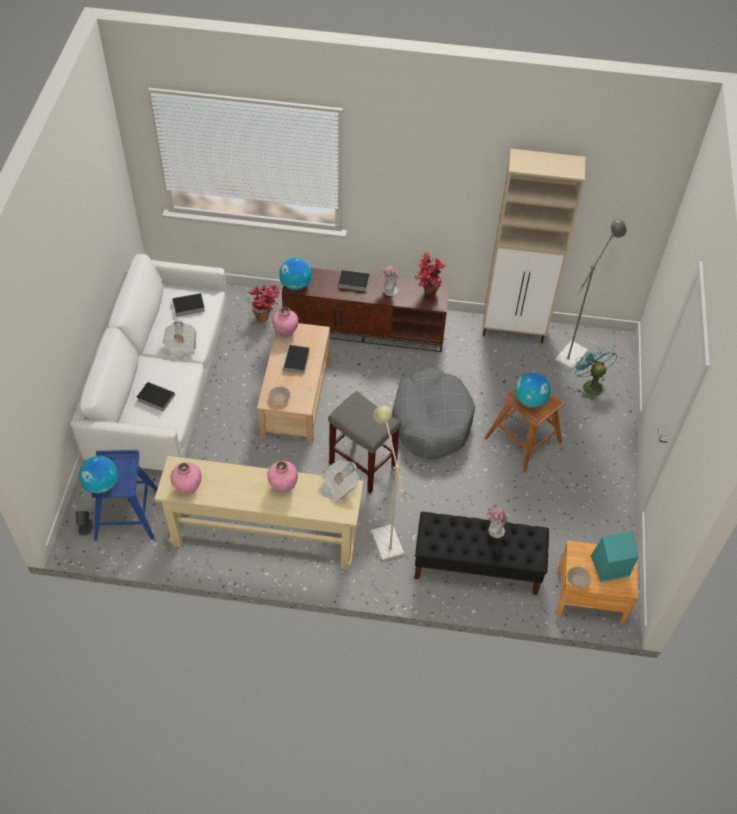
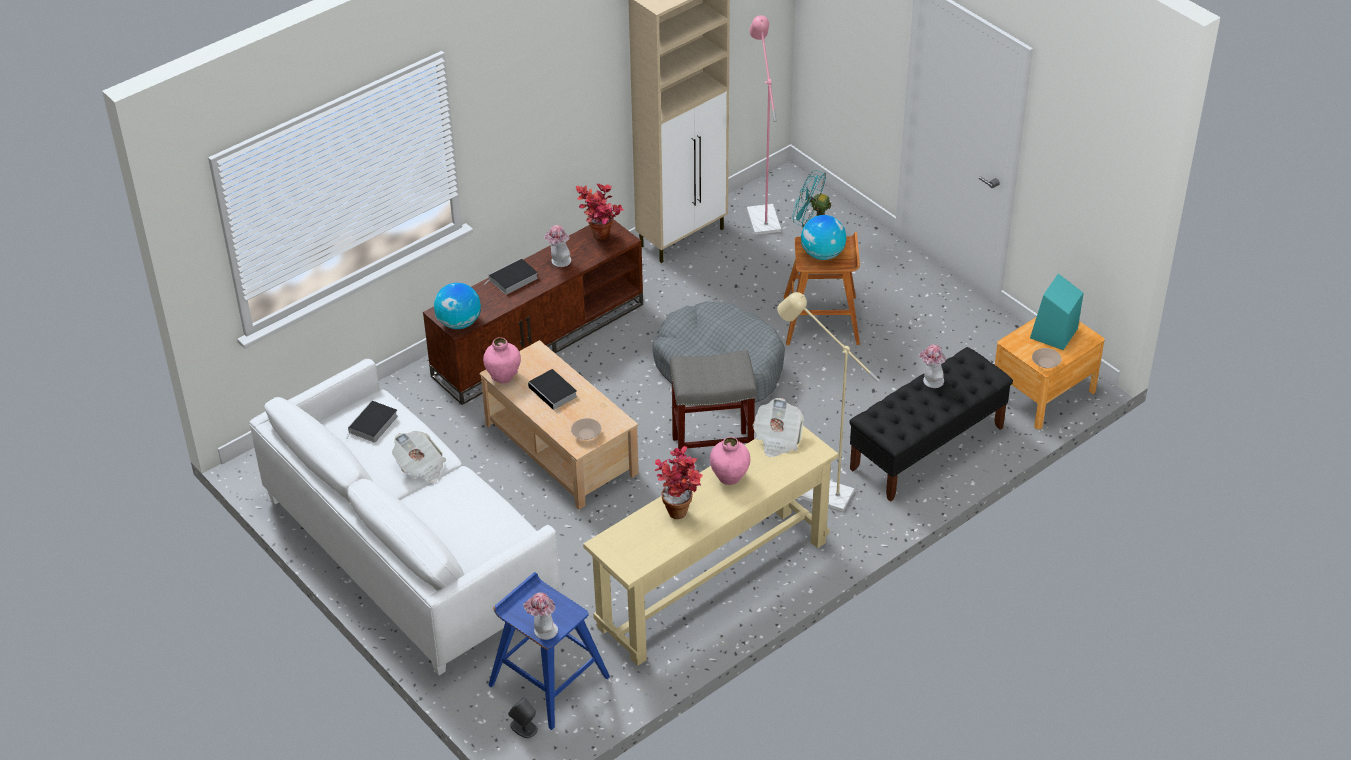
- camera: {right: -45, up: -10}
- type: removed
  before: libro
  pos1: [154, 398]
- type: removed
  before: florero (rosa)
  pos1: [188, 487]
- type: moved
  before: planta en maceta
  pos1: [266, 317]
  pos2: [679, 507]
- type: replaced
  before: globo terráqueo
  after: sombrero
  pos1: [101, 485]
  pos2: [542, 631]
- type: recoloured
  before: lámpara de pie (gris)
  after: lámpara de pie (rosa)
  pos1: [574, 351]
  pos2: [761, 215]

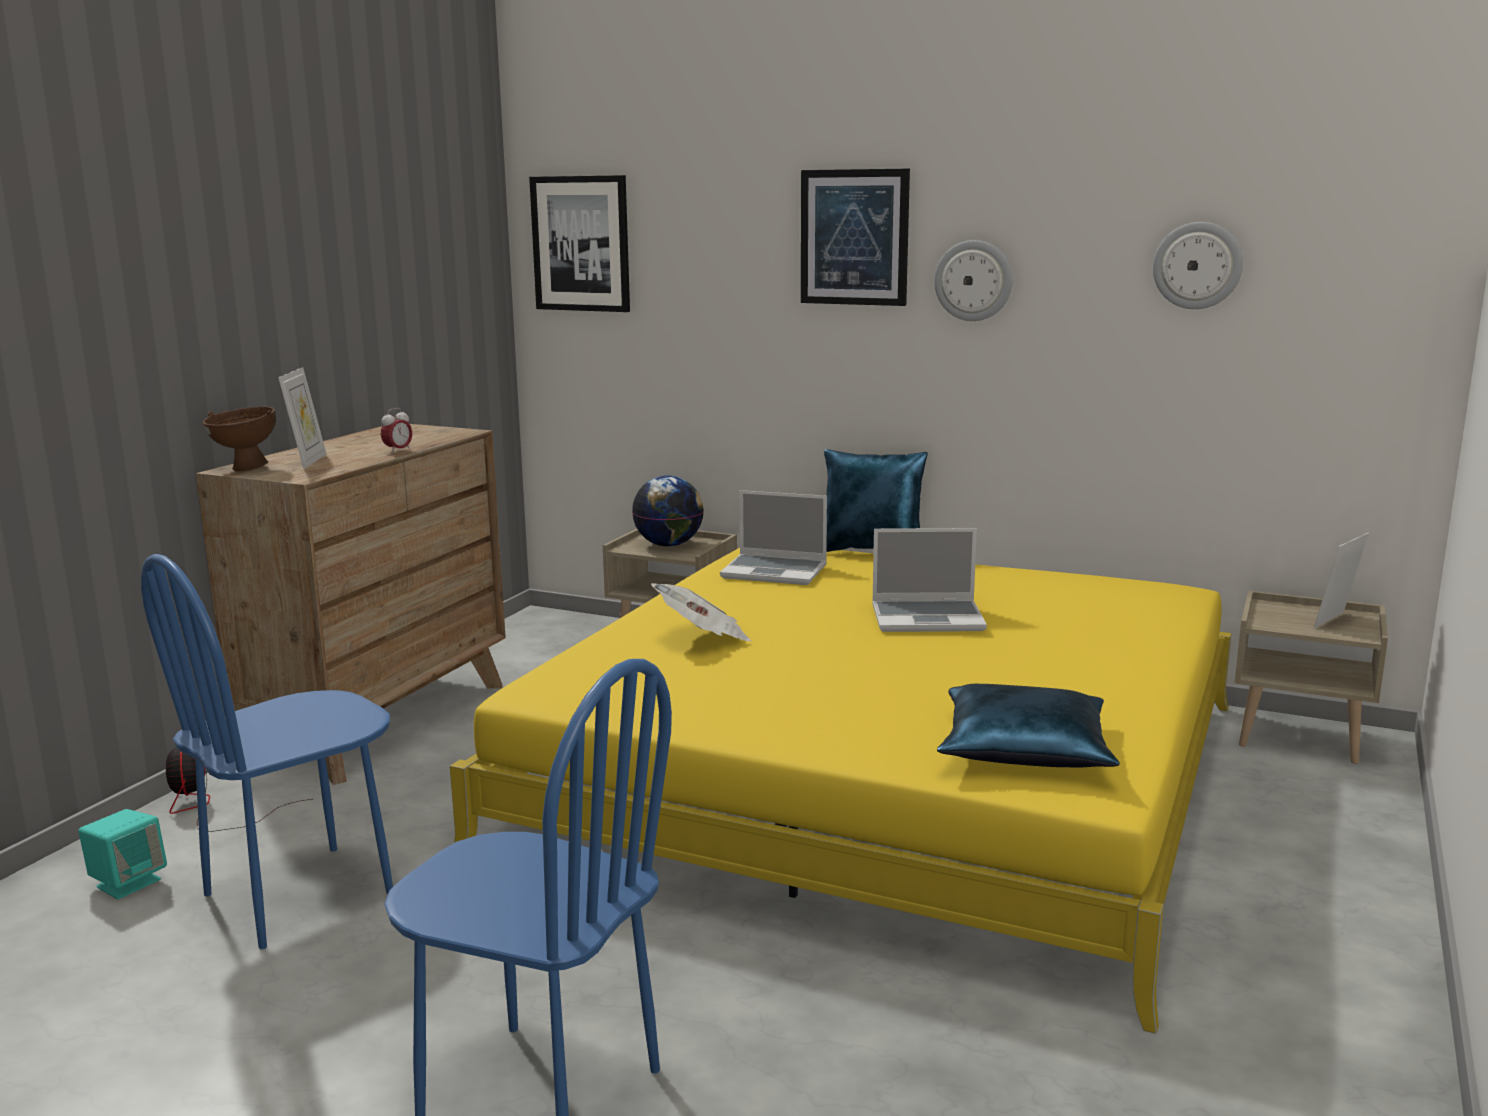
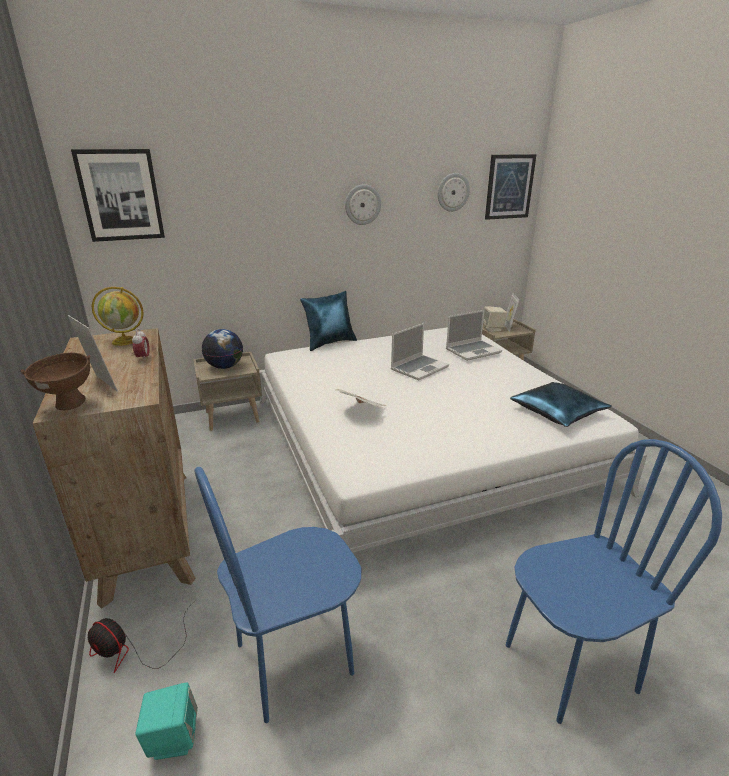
- camera: {right: -45, up: 10}
- type: added
  after: globo terráqueo
  pos2: [125, 341]
- type: added
  after: altavoz (beis)
  pos2: [493, 329]
- type: moved
  before: portátil
  pos1: [776, 572]
  pos2: [473, 351]
- type: moved
  before: cuadro
  pos1: [854, 237]
  pos2: [509, 187]
- type: recoloured
  before: cama (amarillo)
  after: cama (blanco)
  pos1: [885, 775]
  pos2: [420, 442]
- type: turned
  before: silla (azul)
  pos1: [299, 894]
  pos2: [294, 660]
  turn: 60

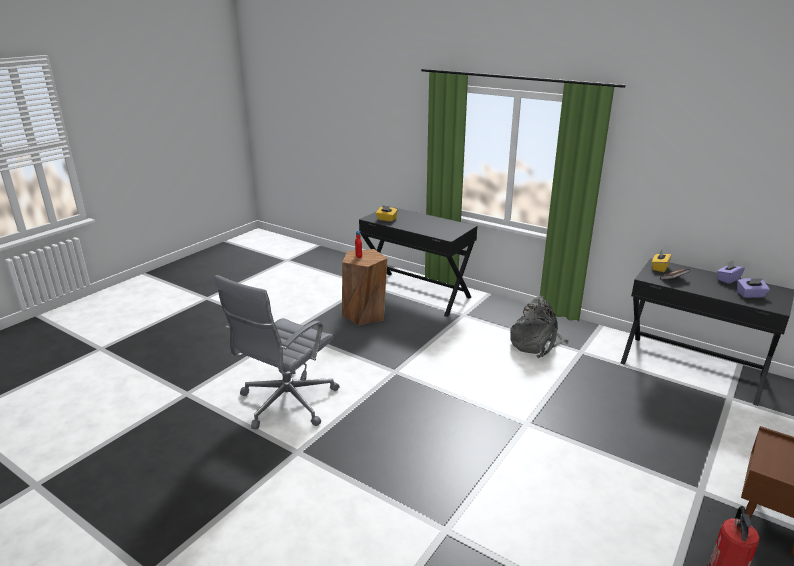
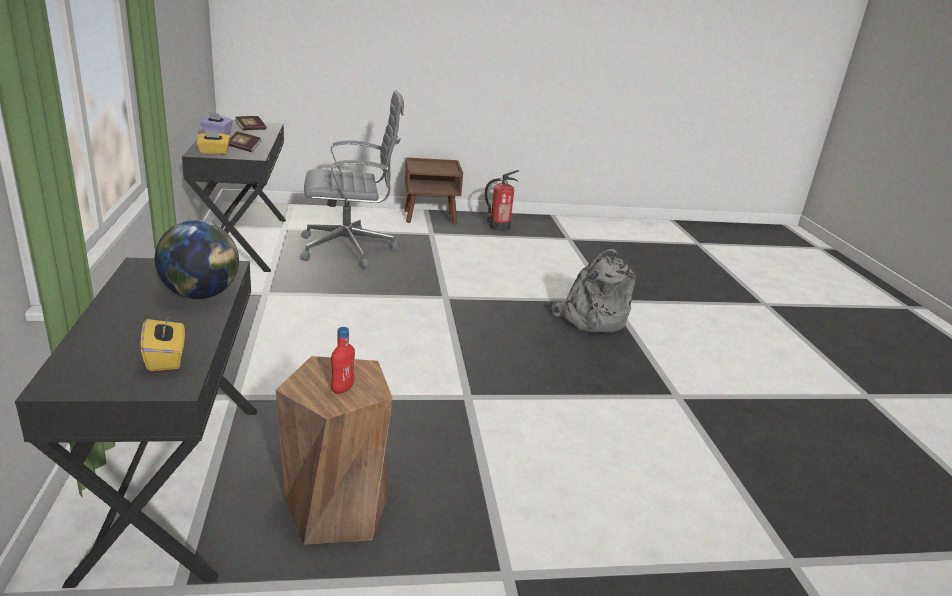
- camera: {right: -135, up: 0}
- type: added
  after: globo terráqueo
  pos2: [201, 295]
- type: moved
  before: silla de oficina (gris)
  pos1: [285, 403]
  pos2: [350, 249]
- type: moved
  before: mochila (gris)
  pos1: [536, 343]
  pos2: [590, 319]
- type: replaced
  before: caja de pañuelos (morado)
  after: libro
  pos1: [750, 295]
  pos2: [250, 129]

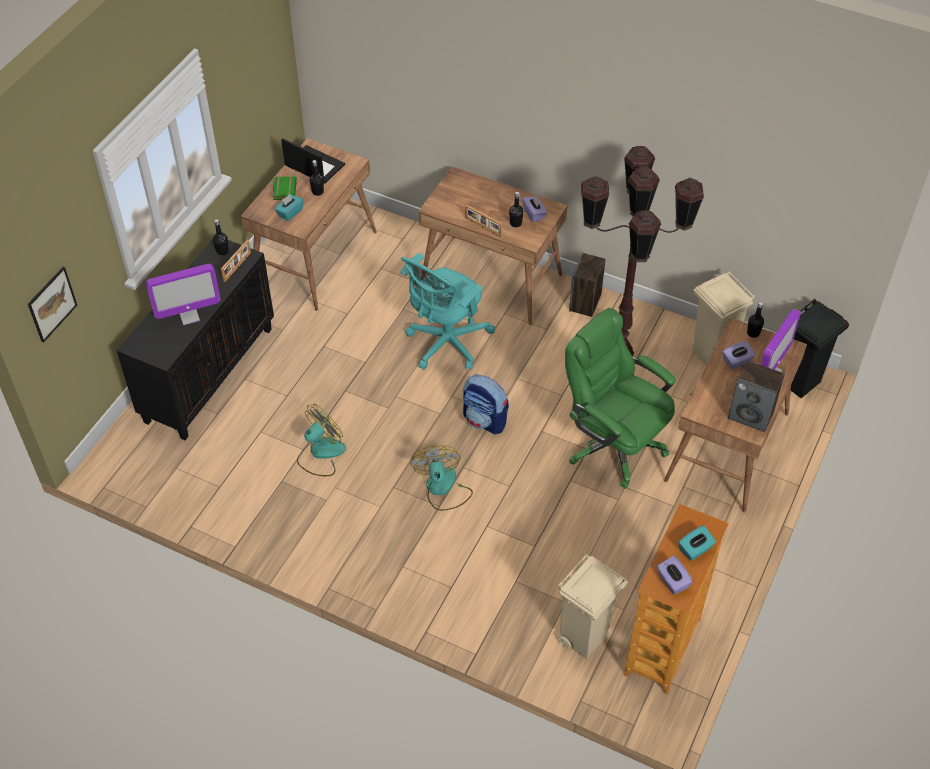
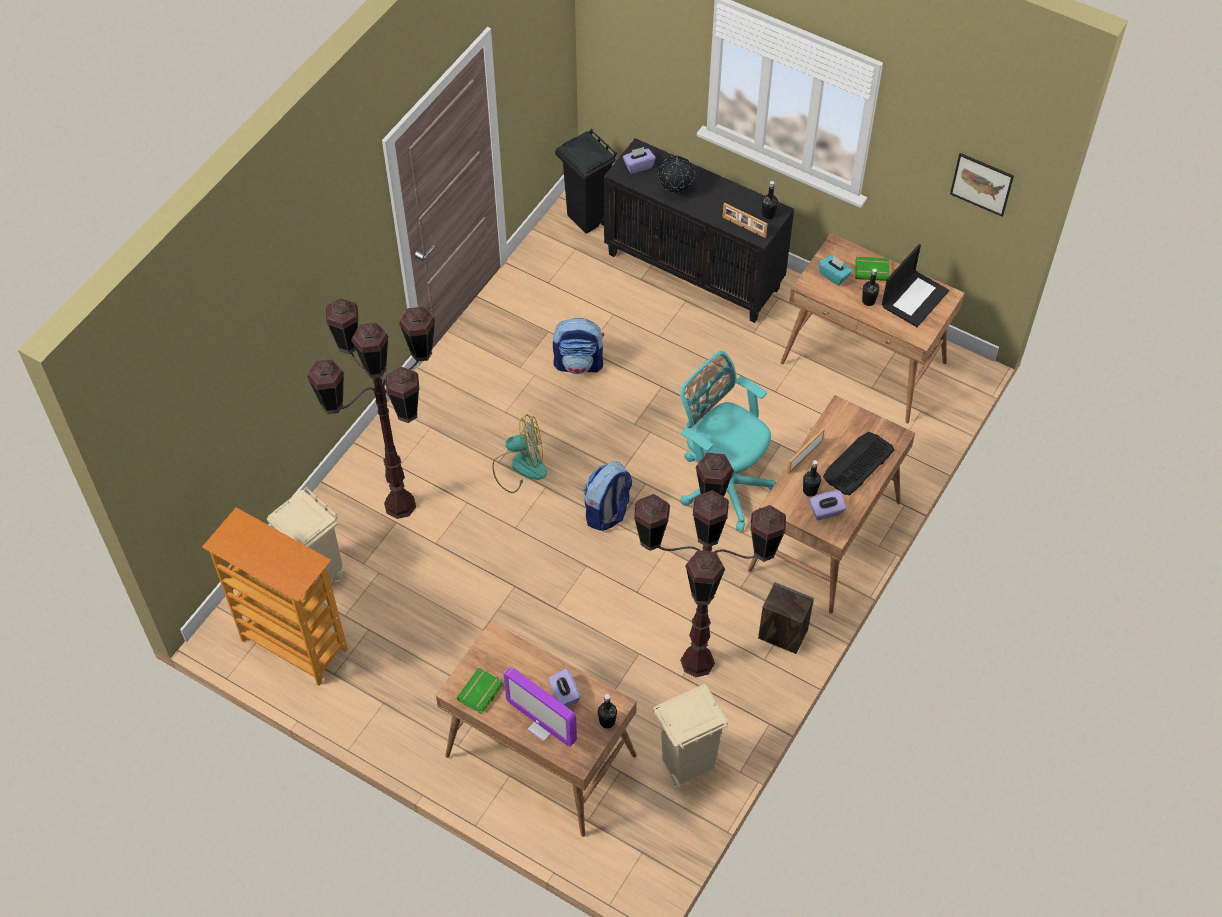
- camera: {right: 95, up: 5}
- type: removed
  before: silla de oficina (verde)
  pos1: [613, 444]
- type: removed
  before: caja de pañuelos (turquesa)
  pos1: [695, 549]
- type: added
  after: lámpara de pie (marrón)
  pos2: [400, 504]
- type: added
  after: teclado
  pos2: [858, 464]
- type: moved
  before: cuadro
  pos1: [52, 304]
  pos2: [982, 184]
- type: moved
  before: caja de pañuelos (morado)
  pos1: [672, 581]
  pos2: [638, 166]
- type: moved
  before: papelera (negro)
  pos1: [800, 382]
  pos2: [588, 218]
- type: replaced
  before: monitor
  after: globo terráqueo
  pos1: [189, 316]
  pos2: [675, 190]
- type: replaced
  before: ventilador
  after: mochila
  pos1: [321, 453]
  pos2: [579, 363]
- type: replaced
  before: altavoz
  after: libro (verde)
  pos1: [751, 415]
  pos2: [480, 693]

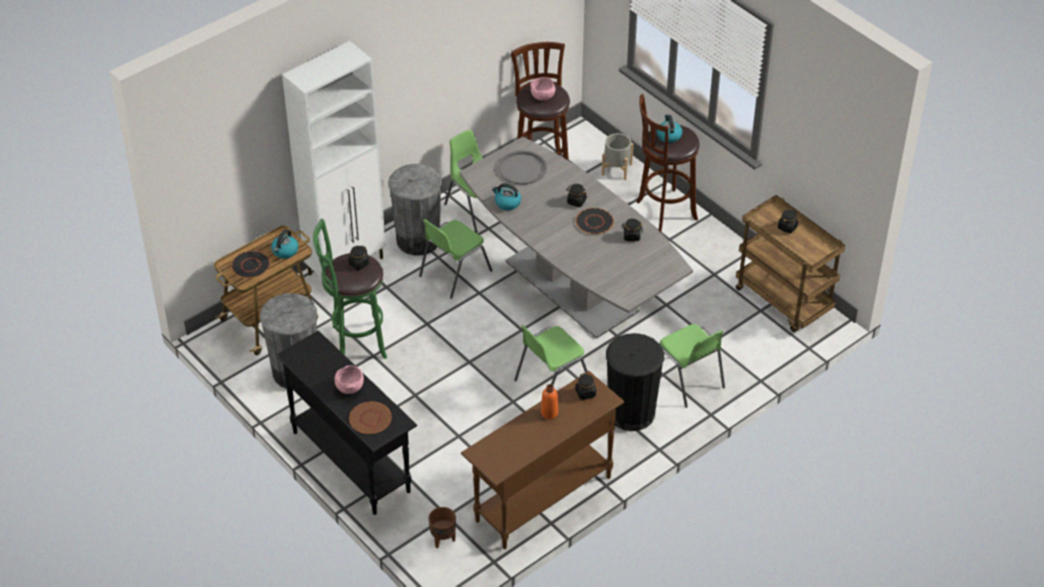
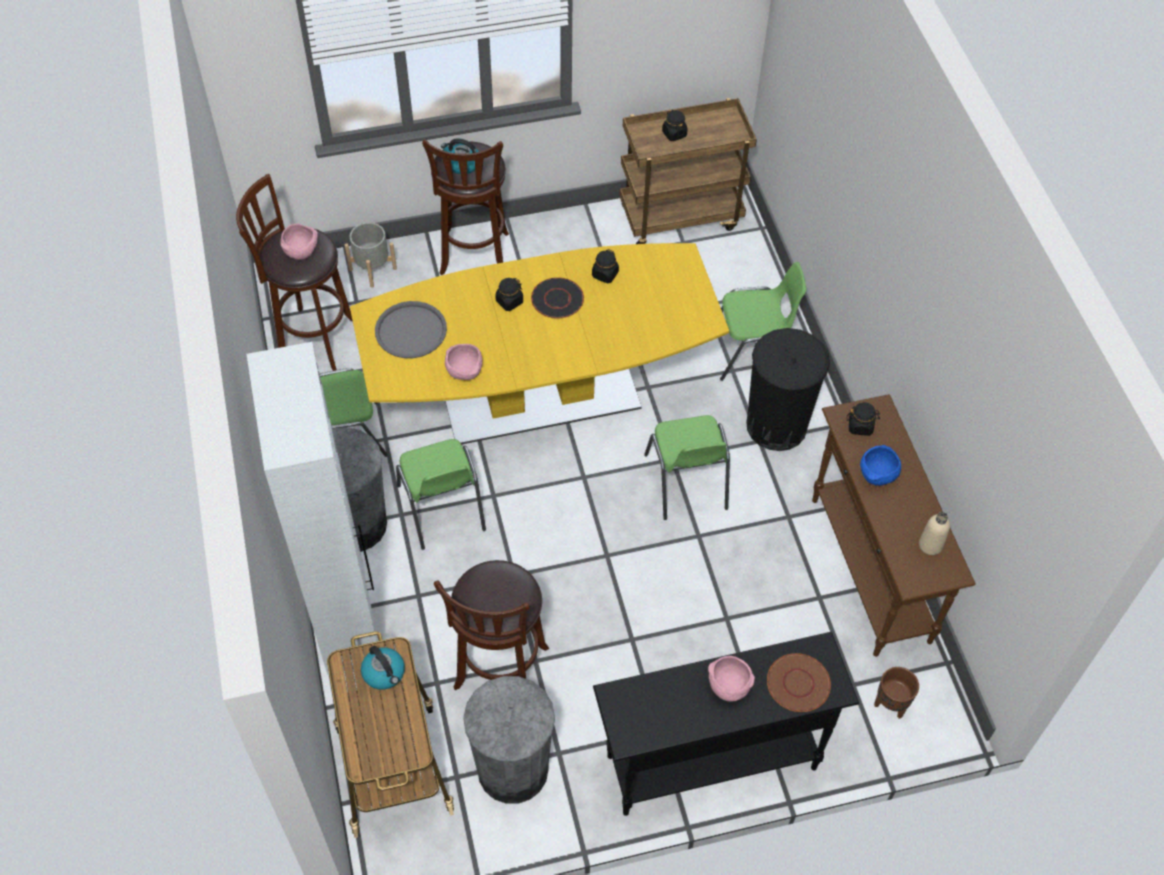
- camera: {right: -65, up: 10}
- type: removed
  before: plato (negro)
  pos1: [250, 265]
- type: removed
  before: tarro (negro)
  pos1: [359, 264]
- type: added
  after: botella (beis)
  pos2: [930, 545]
- type: replaced
  before: hervidor
  after: cuenco (rosa)
  pos1: [507, 203]
  pos2: [465, 372]
- type: replaced
  before: botella (naranja)
  after: cuenco (azul)
  pos1: [549, 413]
  pos2: [877, 476]
- type: recoloured
  before: taburete (verde)
  after: taburete (marrón)
  pos1: [355, 342]
  pos2: [500, 673]
- type: recoloured
  before: mesa de comedor (gris)
  after: mesa de comedor (amarillo)
  pos1: [571, 286]
  pos2: [539, 396]

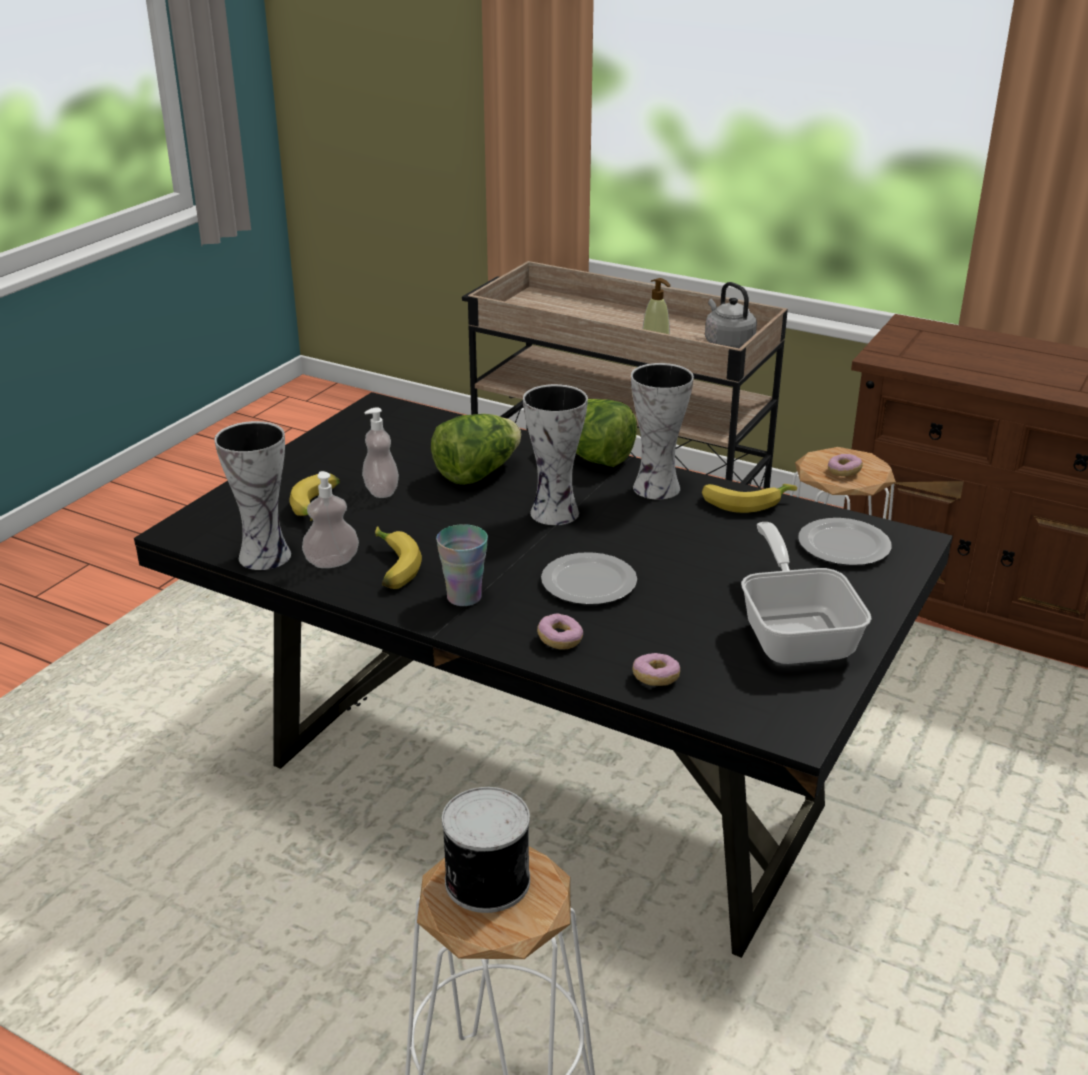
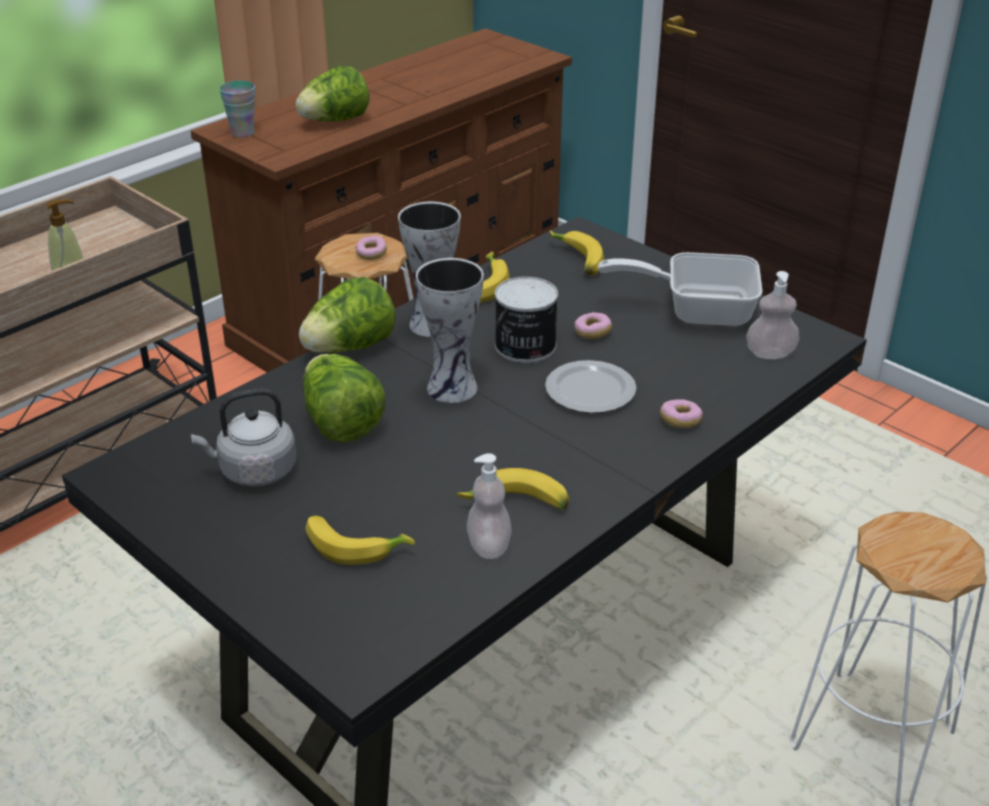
- camera: {right: -75, up: 5}
- type: removed
  before: florero
  pos1: [265, 555]
- type: added
  after: lechuga
  pos2: [335, 121]
- type: moved
  before: dispensador de jabón
  pos1: [381, 491]
  pos2: [770, 353]
- type: moved
  before: taza
  pos1: [464, 597]
  pos2: [242, 133]
- type: moved
  before: lata
  pos1: [485, 880]
  pos2: [524, 347]
- type: moved
  before: rosquilla
  pos1: [655, 678]
  pos2: [592, 333]
- type: moved
  before: hervidor (gris)
  pos1: [727, 343]
  pos2: [254, 471]
- type: replaced
  before: plato
  after: plátano
  pos1: [844, 545]
  pos2: [575, 260]

